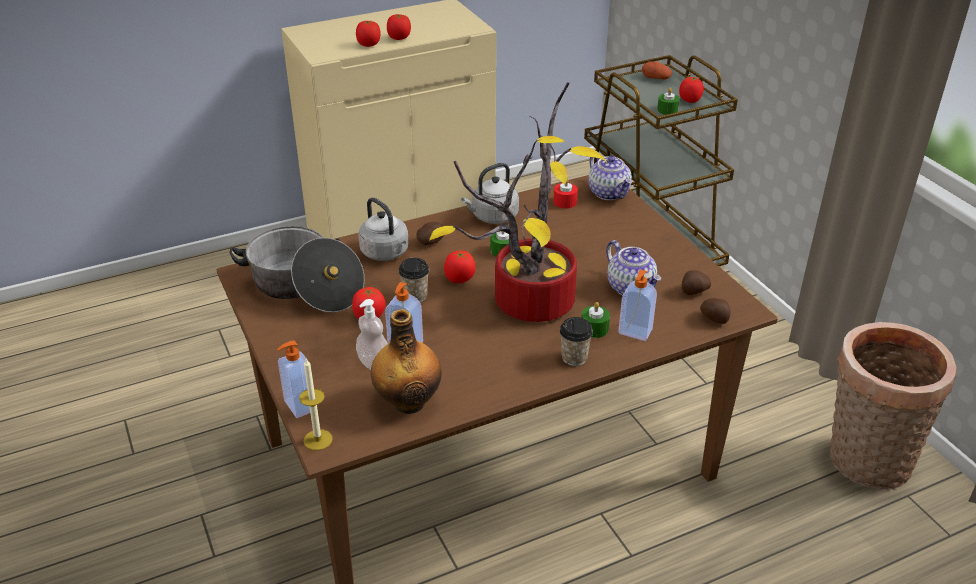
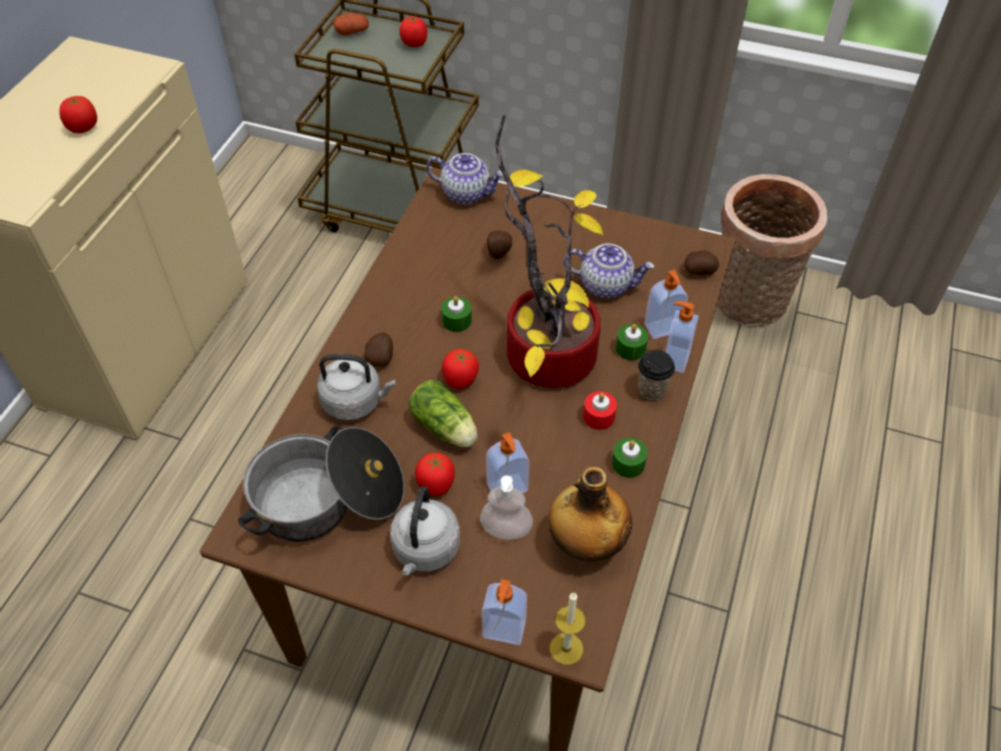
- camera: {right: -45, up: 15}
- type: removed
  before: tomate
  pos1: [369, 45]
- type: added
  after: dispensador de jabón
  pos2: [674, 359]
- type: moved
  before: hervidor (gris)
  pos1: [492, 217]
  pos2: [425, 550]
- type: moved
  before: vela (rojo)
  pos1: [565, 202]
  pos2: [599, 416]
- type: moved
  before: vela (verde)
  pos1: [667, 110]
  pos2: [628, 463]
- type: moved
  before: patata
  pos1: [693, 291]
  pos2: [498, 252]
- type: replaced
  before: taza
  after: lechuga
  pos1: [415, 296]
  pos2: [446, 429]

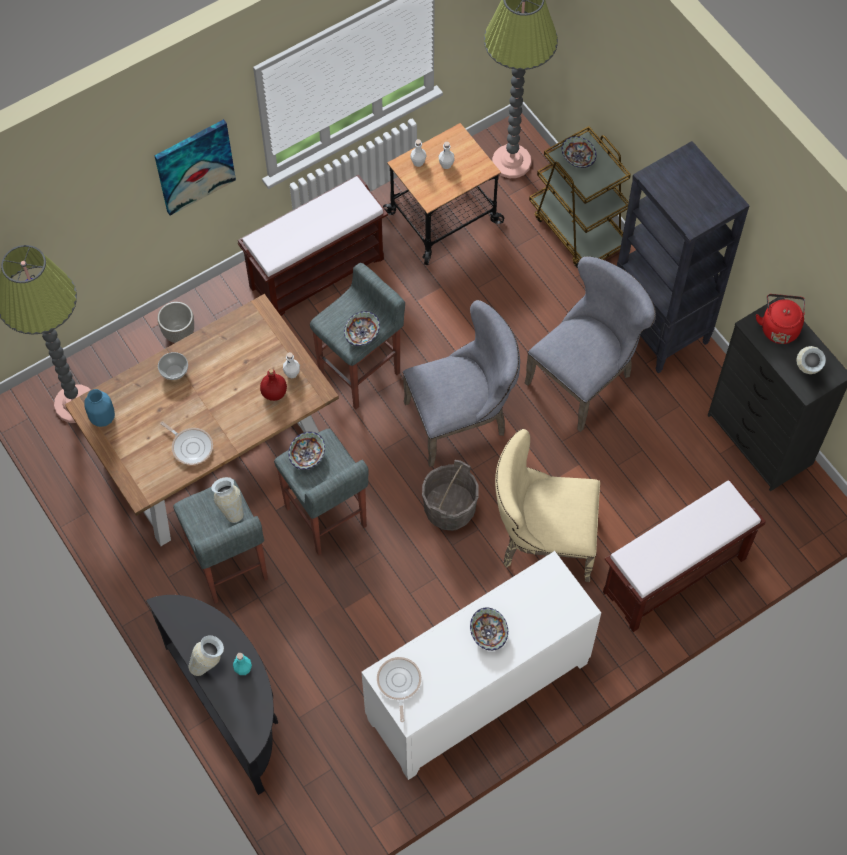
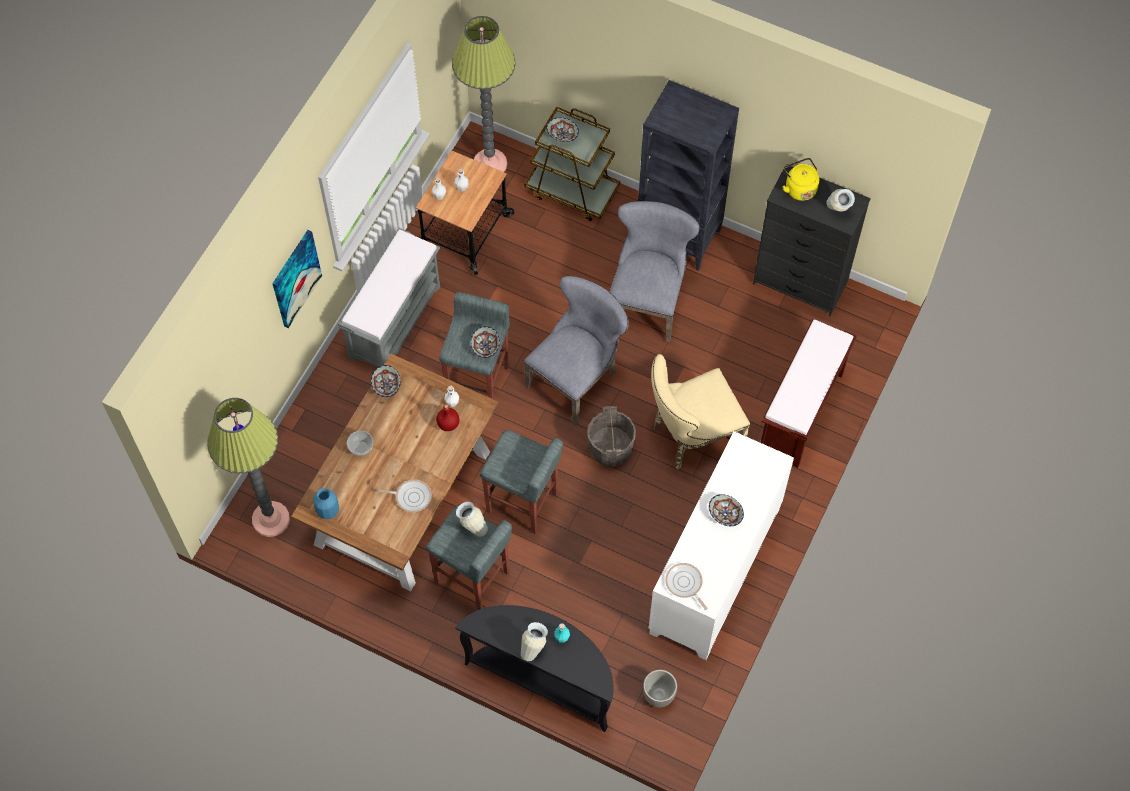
- camera: {right: -30, up: 0}
- type: moved
  before: maceta
  pos1: [179, 334]
  pos2: [658, 696]
- type: moved
  before: cuenco
  pos1: [307, 455]
  pos2: [386, 385]
- type: recoloured
  before: banco (marrón)
  after: banco (gris)
  pos1: [317, 272]
  pos2: [395, 321]
- type: recoloured
  before: hervidor (rojo)
  after: hervidor (amarillo)
  pos1: [779, 327]
  pos2: [799, 188]

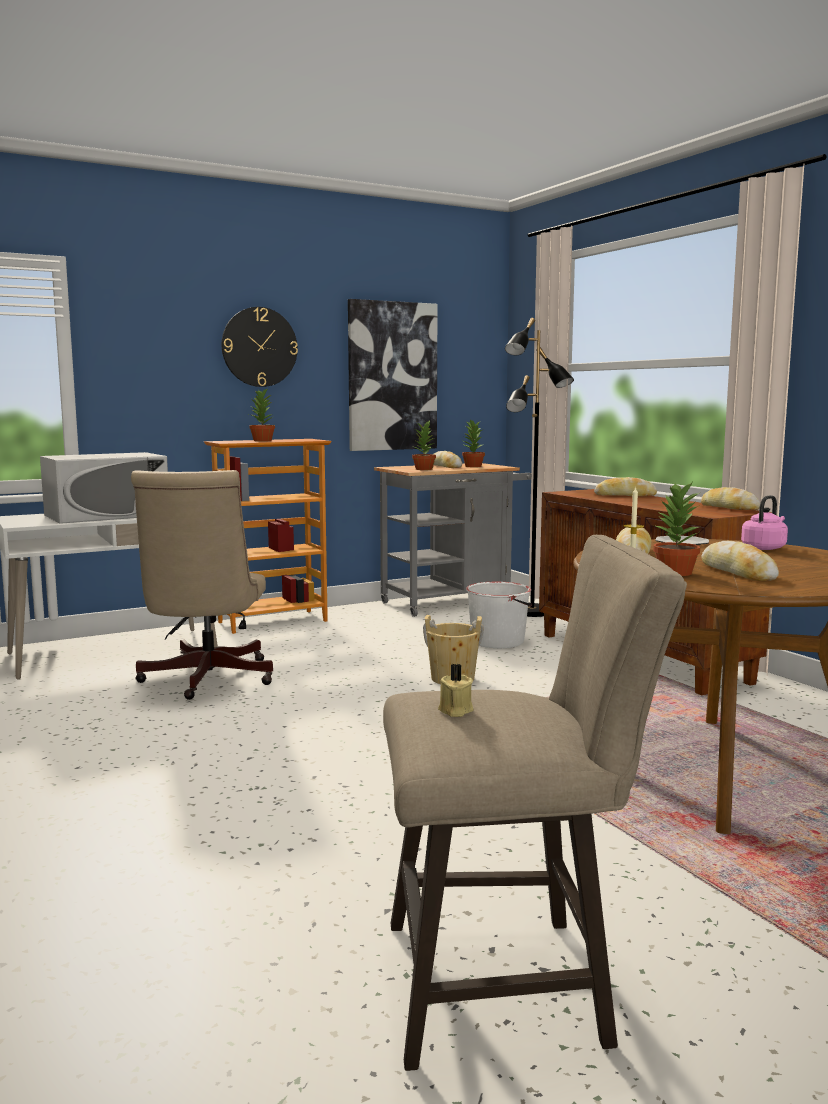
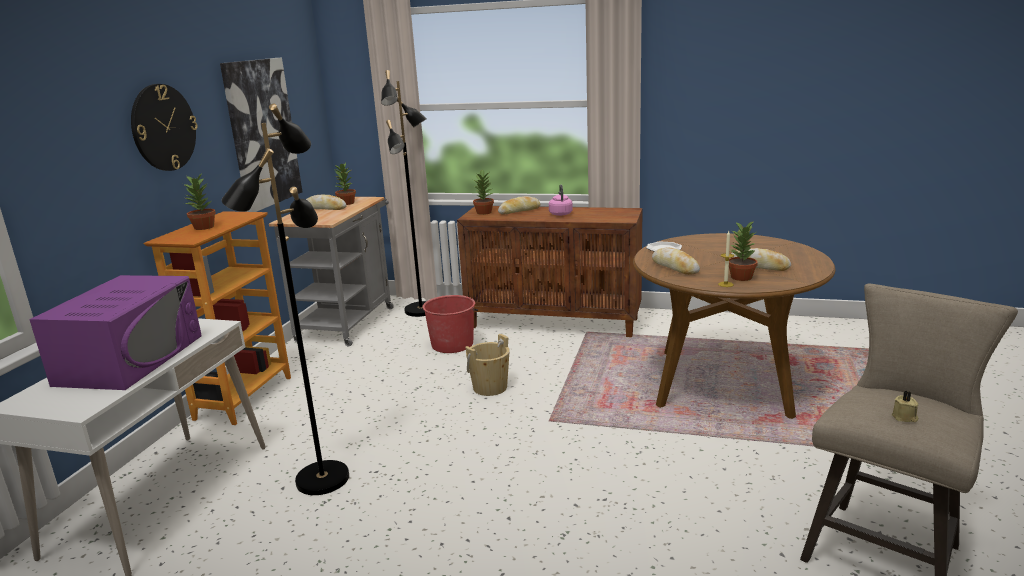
- camera: {right: -45, up: 10}
- type: removed
  before: pan
  pos1: [729, 508]
- type: moved
  before: planta en maceta
  pos1: [424, 469]
  pos2: [484, 212]
- type: moved
  before: hervidor (rosa)
  pos1: [764, 548]
  pos2: [560, 213]
- type: replaced
  before: silla de oficina (beis)
  after: lámpara de pie (negro)
  pos1: [205, 680]
  pos2: [322, 478]
- type: recoloured
  before: microondas (blanco)
  after: microondas (morado)
  pos1: [107, 515]
  pos2: [131, 359]
- type: recoloured
  before: cubo (blanco)
  after: cubo (rojo)
  pos1: [498, 641]
  pos2: [452, 344]

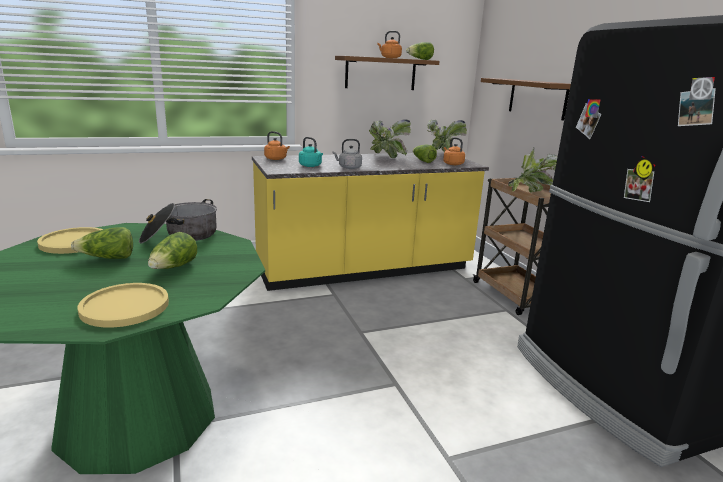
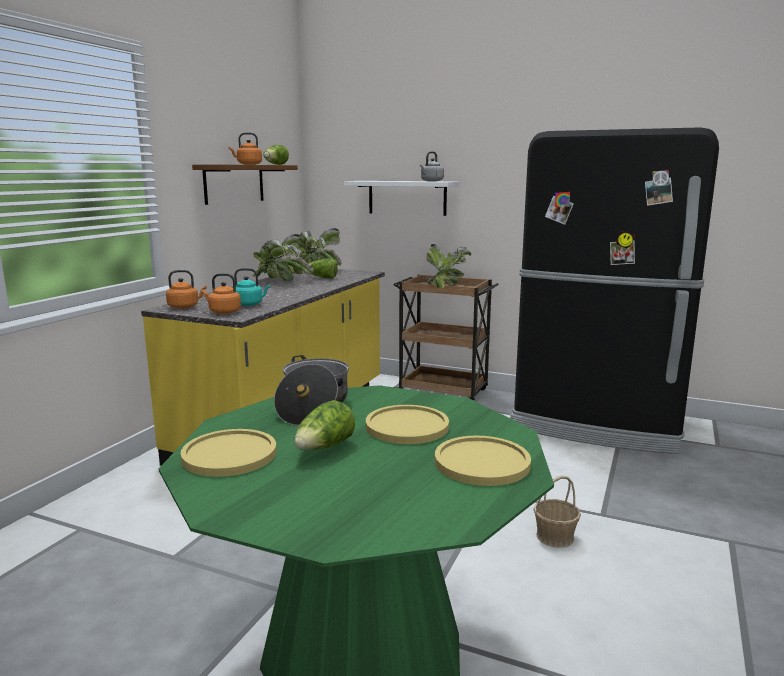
- camera: {right: -45, up: -5}
- type: added
  after: cesta
  pos2: [555, 537]
- type: moved
  before: hervidor (gris)
  pos1: [348, 167]
  pos2: [431, 181]
- type: moved
  before: hervidor (naranja)
  pos1: [452, 164]
  pos2: [223, 312]
- type: replaced
  before: lechuga
  after: plato (amarillo)
  pos1: [174, 268]
  pos2: [407, 426]
- type: recoloured
  before: estante (marrón)
  after: estante (blanco)
  pos1: [537, 98]
  pos2: [407, 197]

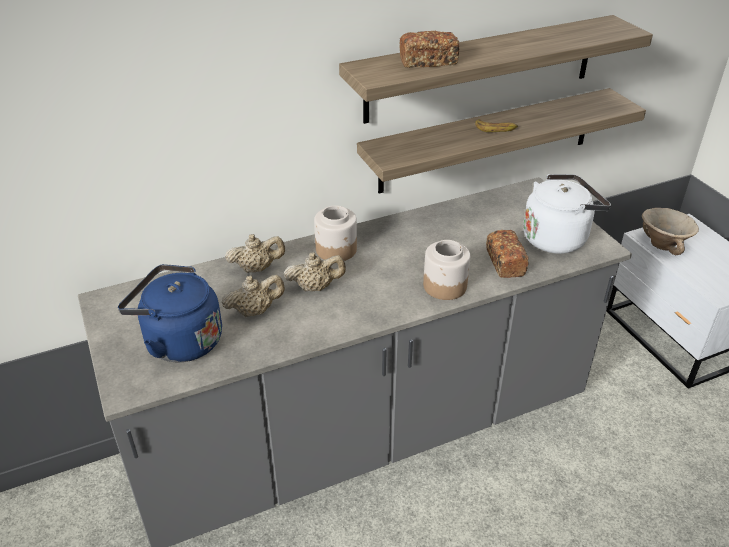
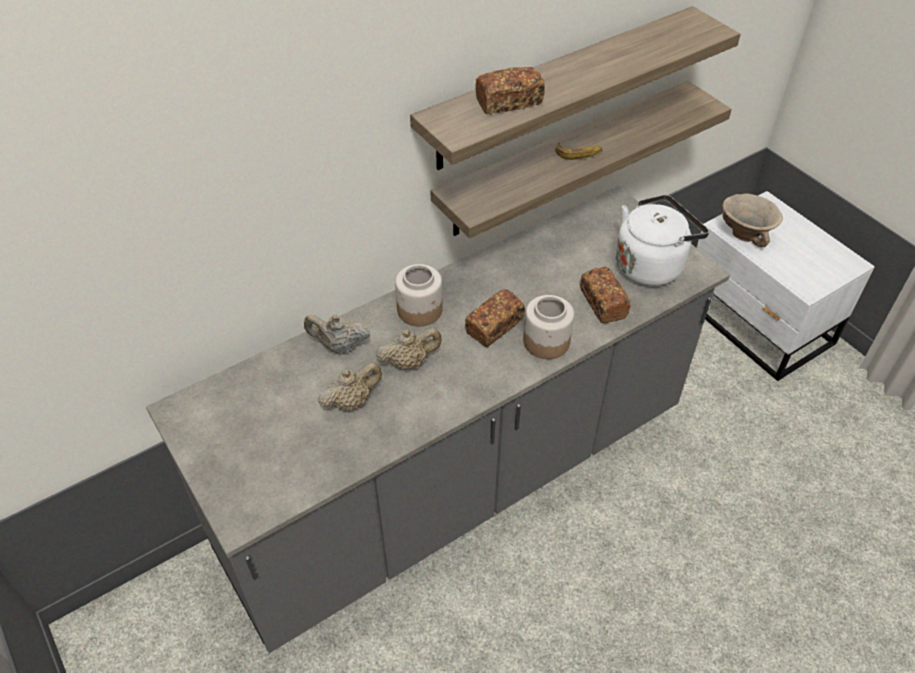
- camera: {right: -10, up: 10}
- type: removed
  before: hervidor (azul)
  pos1: [179, 341]
- type: added
  after: pan
  pos2: [494, 326]
- type: turned
  before: tetera (beis)
  pos1: [257, 268]
  pos2: [339, 346]
  turn: -150

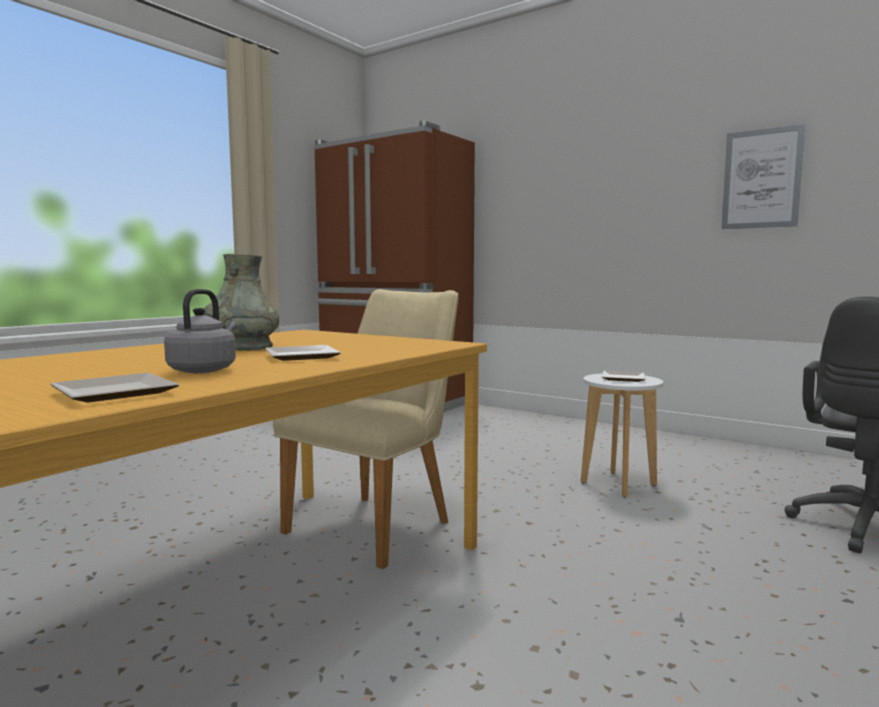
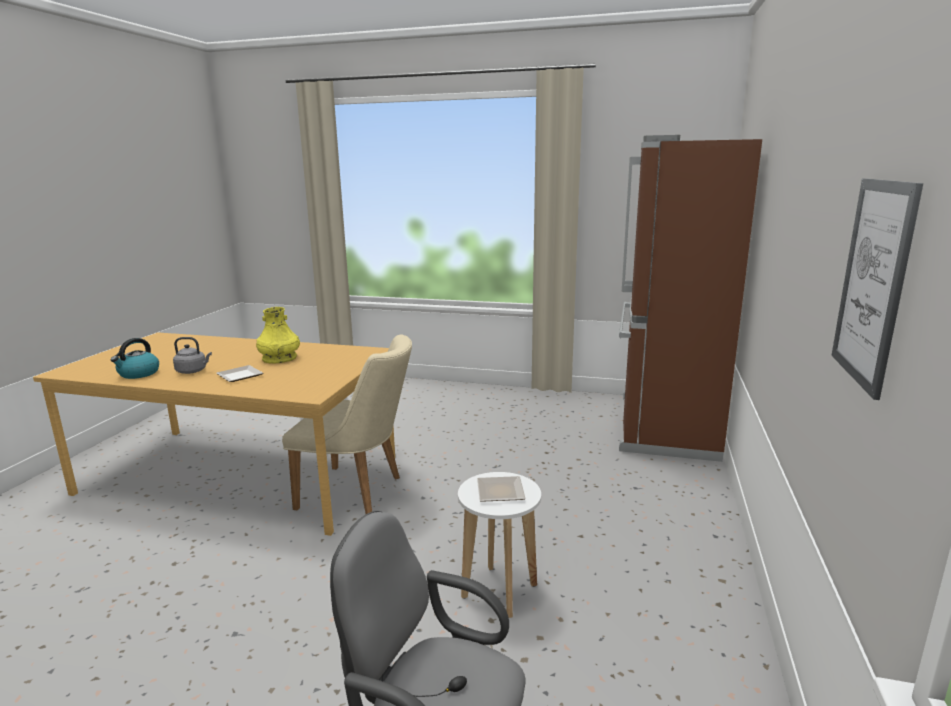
- camera: {right: 70, up: 10}
- type: replaced
  before: plato
  after: hervidor
  pos1: [118, 392]
  pos2: [138, 374]
- type: recoloured
  before: florero (gris)
  after: florero (amarillo)
  pos1: [241, 347]
  pos2: [279, 358]

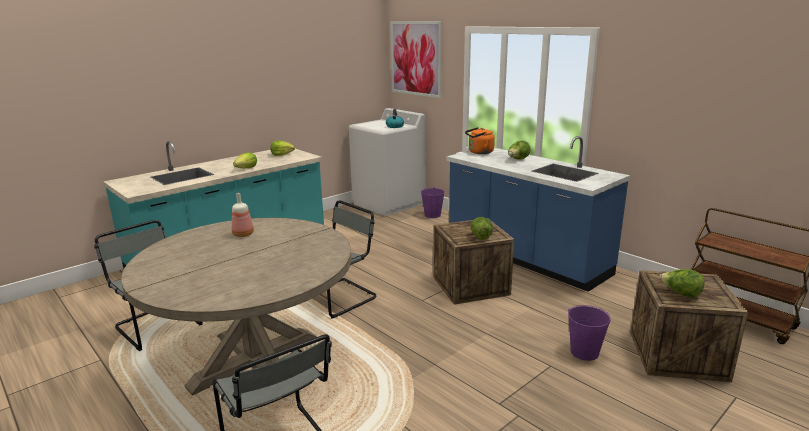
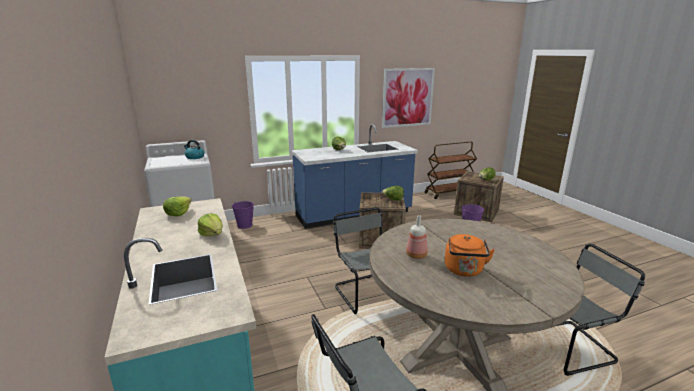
- camera: {right: -70, up: 0}
- type: moved
  before: cuadro
  pos1: [415, 58]
  pos2: [408, 97]
- type: moved
  before: hervidor (naranja)
  pos1: [479, 152]
  pos2: [464, 271]

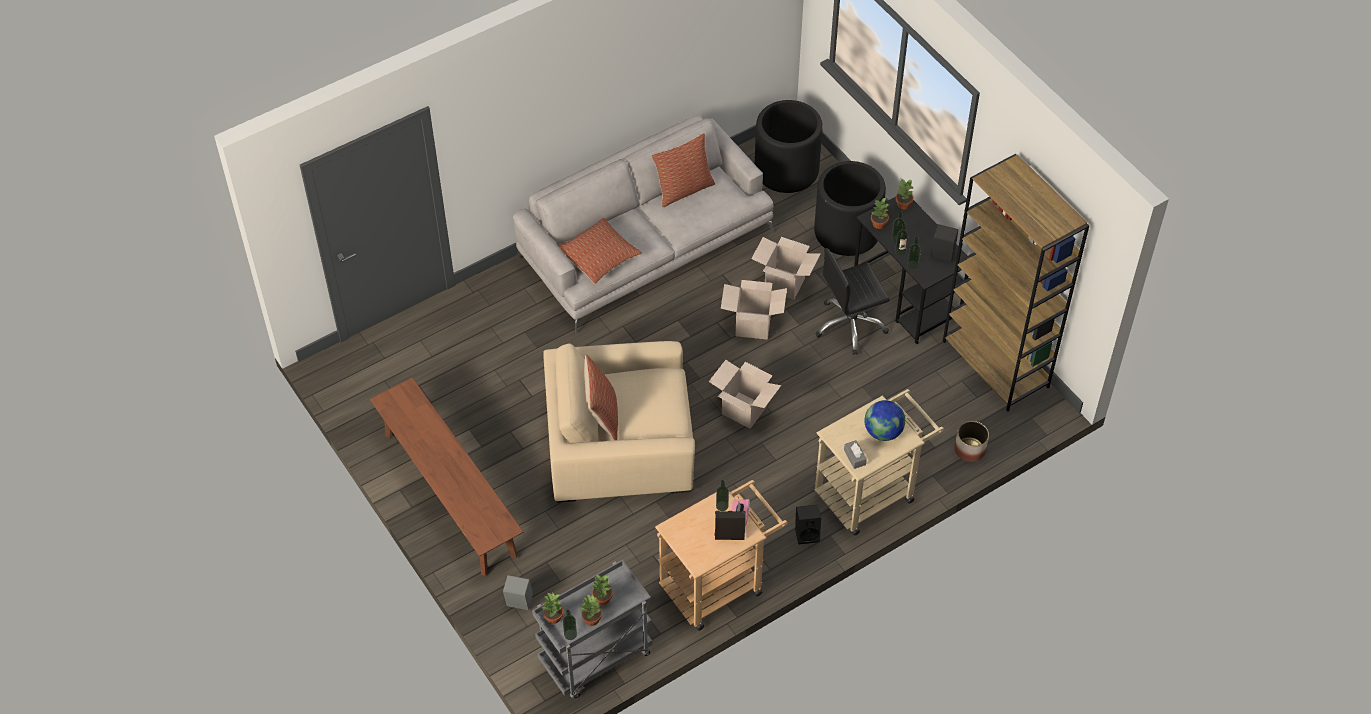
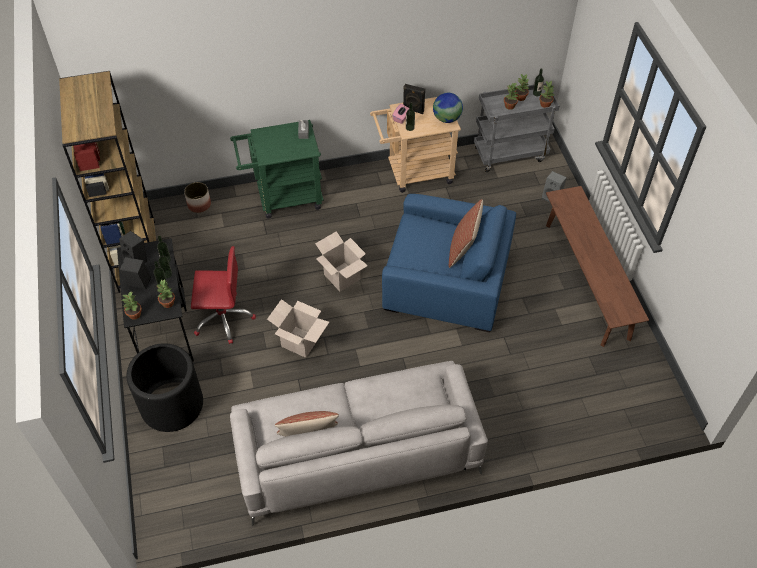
- camera: {right: -160, up: 0}
- type: removed
  before: cojín
  pos1: [599, 257]
- type: removed
  before: caja de cartón
  pos1: [784, 284]
- type: removed
  before: maceta (negro)
  pos1: [786, 170]
- type: moved
  before: altavoz (negro)
  pos1: [807, 533]
  pos2: [138, 283]
- type: moved
  before: globo terráqueo
  pos1: [883, 432]
  pos2: [447, 118]
- type: recoloured
  before: sillón (beis)
  after: sillón (azul)
  pos1: [620, 442]
  pos2: [446, 280]
- type: recoloured
  before: silla de oficina (negro)
  after: silla de oficina (rojo)
  pos1: [850, 325]
  pos2: [223, 318]
- type: recoloured
  before: carrito (beis)
  after: carrito (verde)
  pos1: [871, 491]
  pos2: [283, 198]

